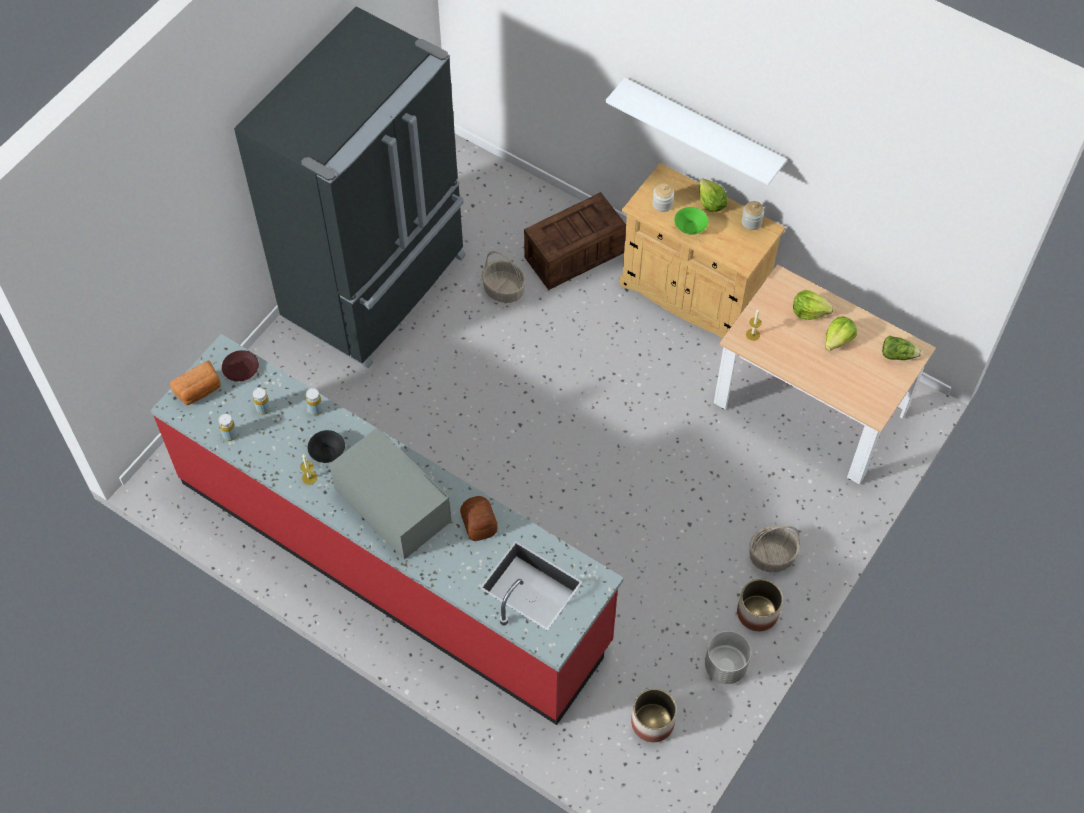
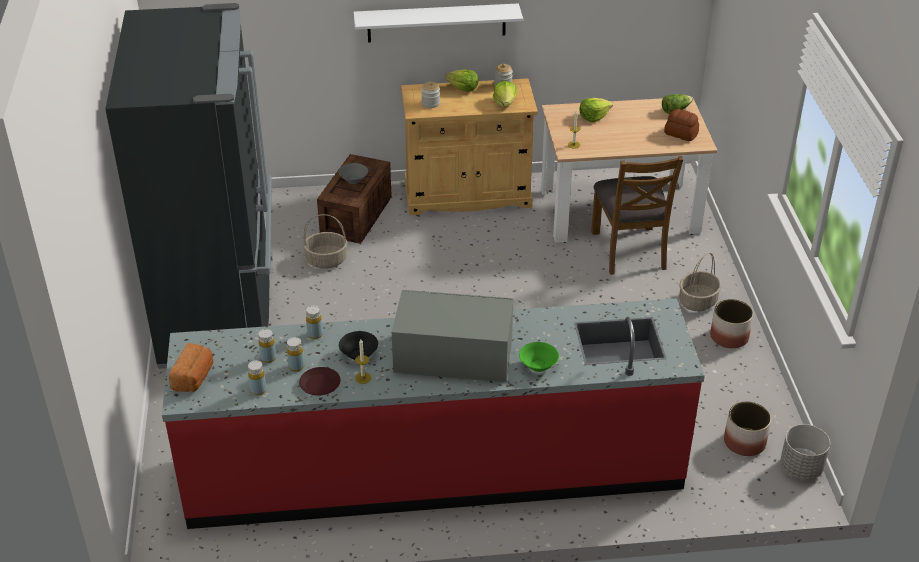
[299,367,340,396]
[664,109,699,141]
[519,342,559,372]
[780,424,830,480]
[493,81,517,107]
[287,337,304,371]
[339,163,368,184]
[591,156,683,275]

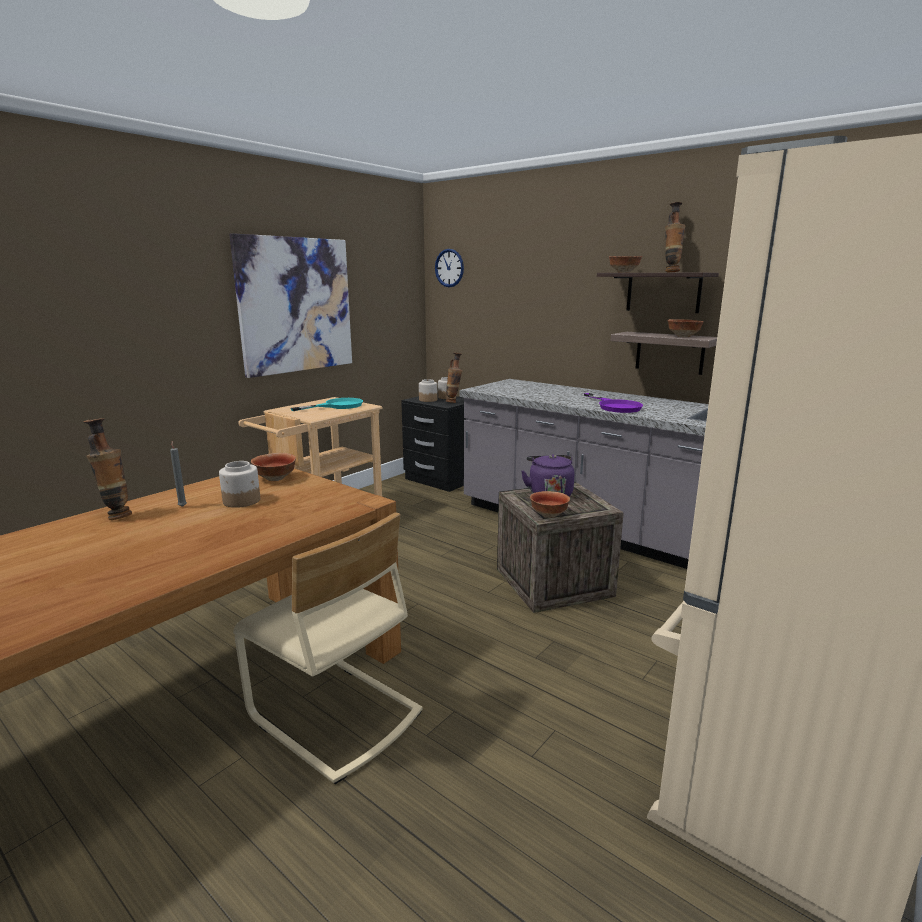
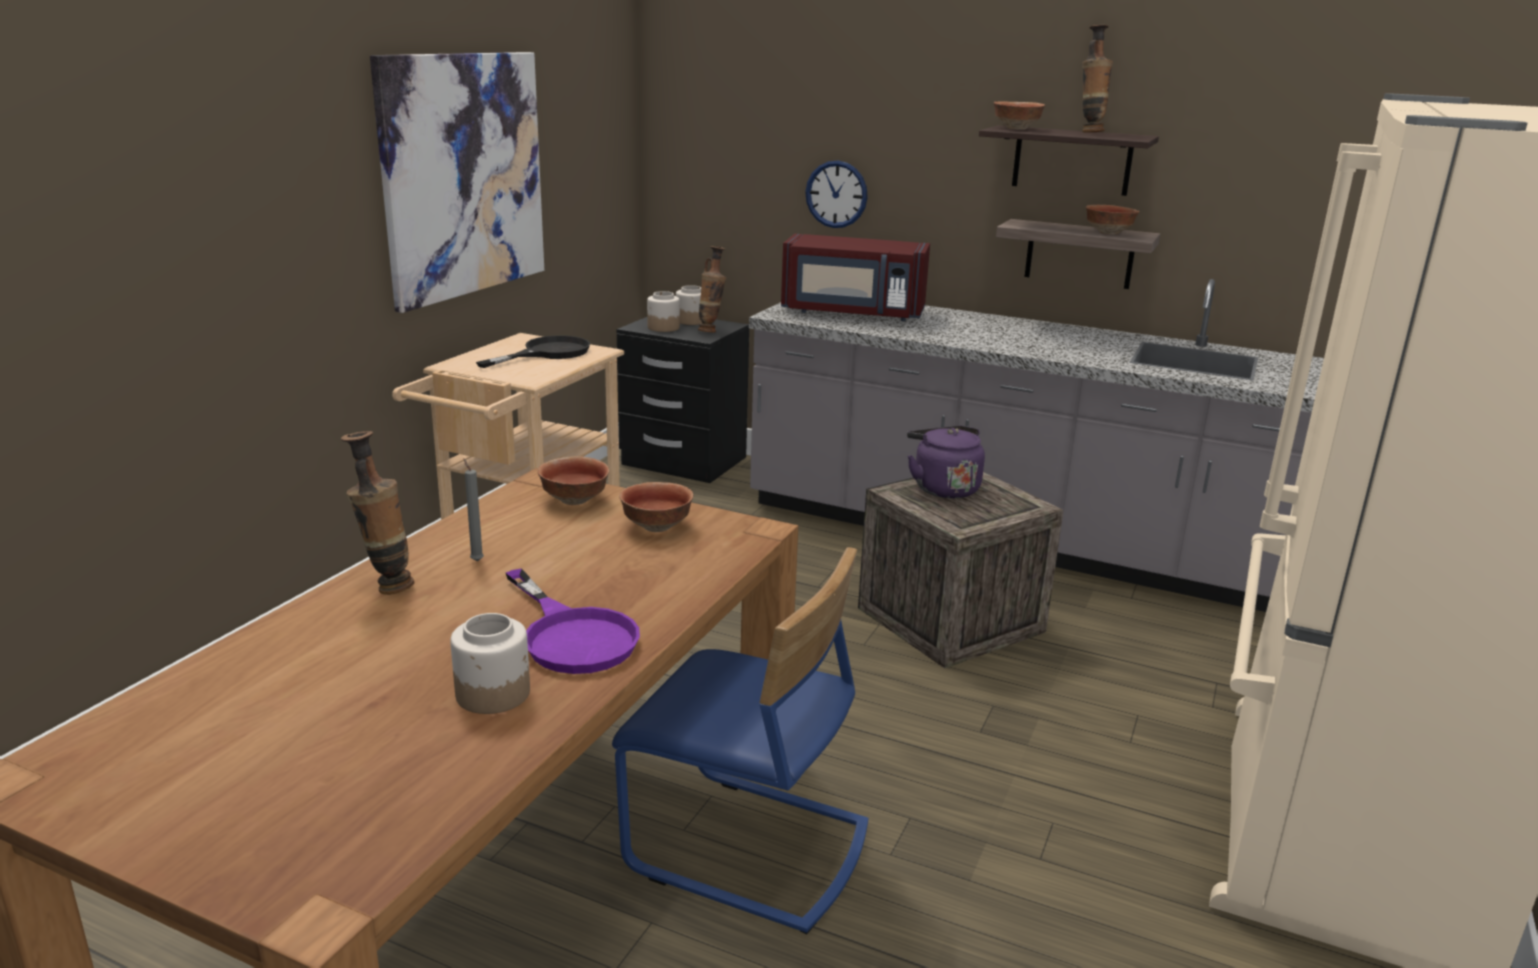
[450,613,530,714]
[612,547,869,934]
[476,335,590,368]
[805,160,868,228]
[619,482,693,532]
[506,568,640,674]
[781,234,930,321]

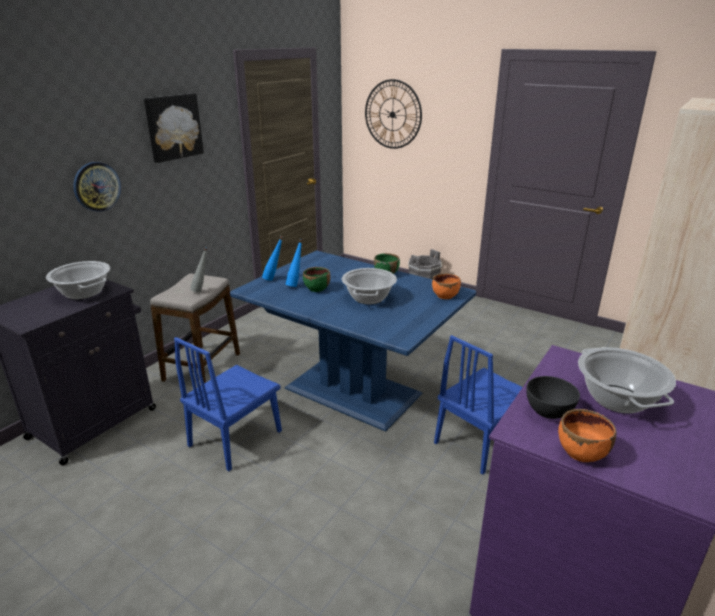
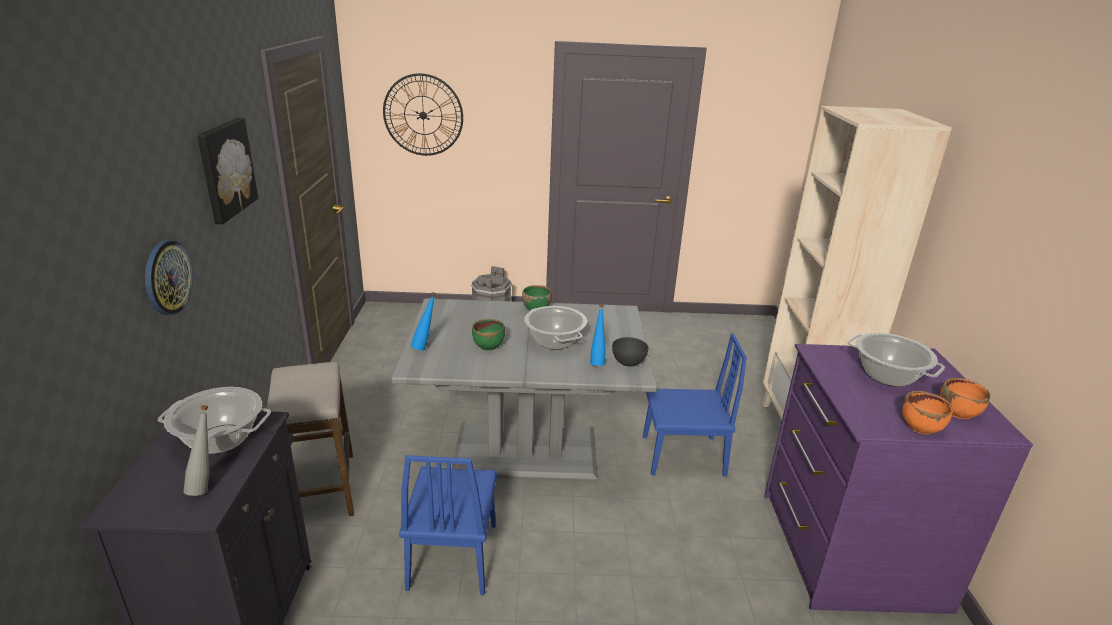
[183,405,210,496]
[391,298,657,481]
[590,305,606,366]
[940,378,990,419]
[643,333,747,477]
[612,337,648,366]

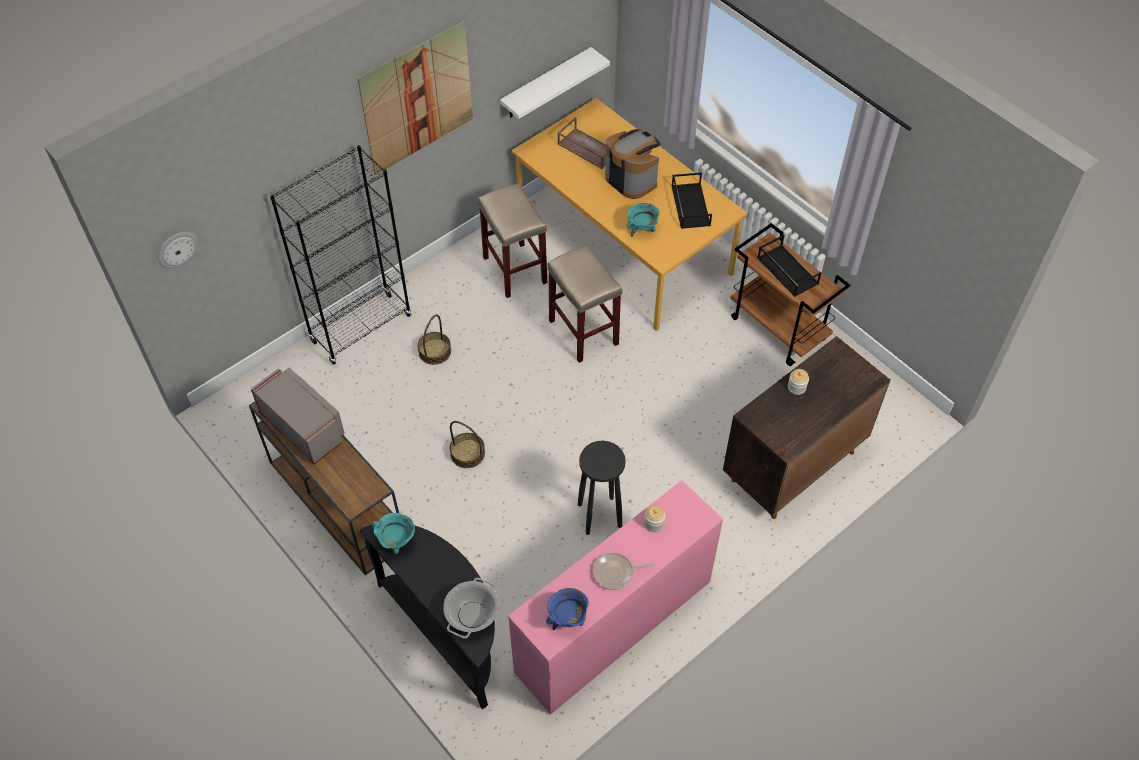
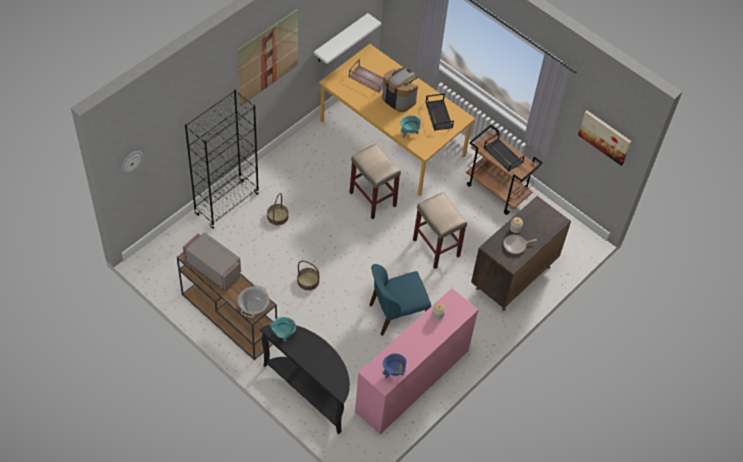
[238,285,270,318]
[413,192,467,269]
[369,264,431,336]
[503,235,537,254]
[578,111,631,166]

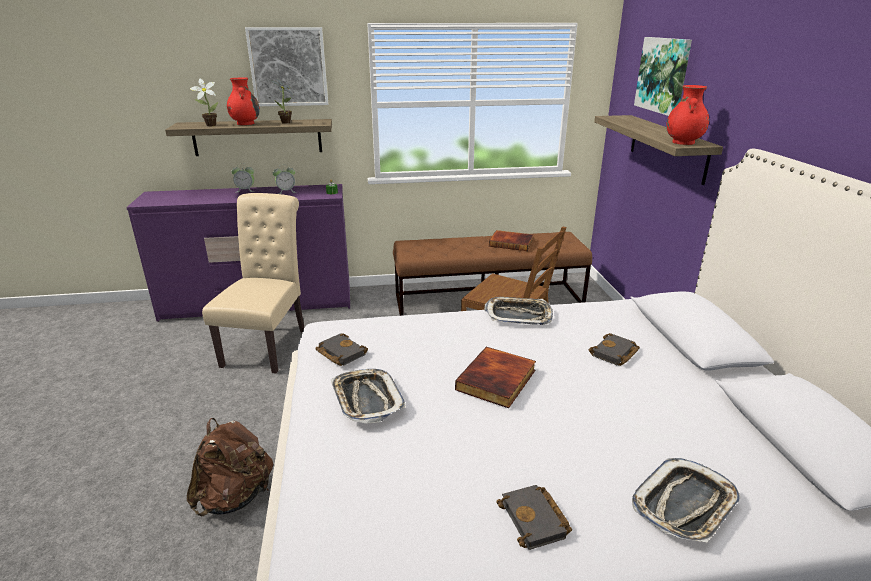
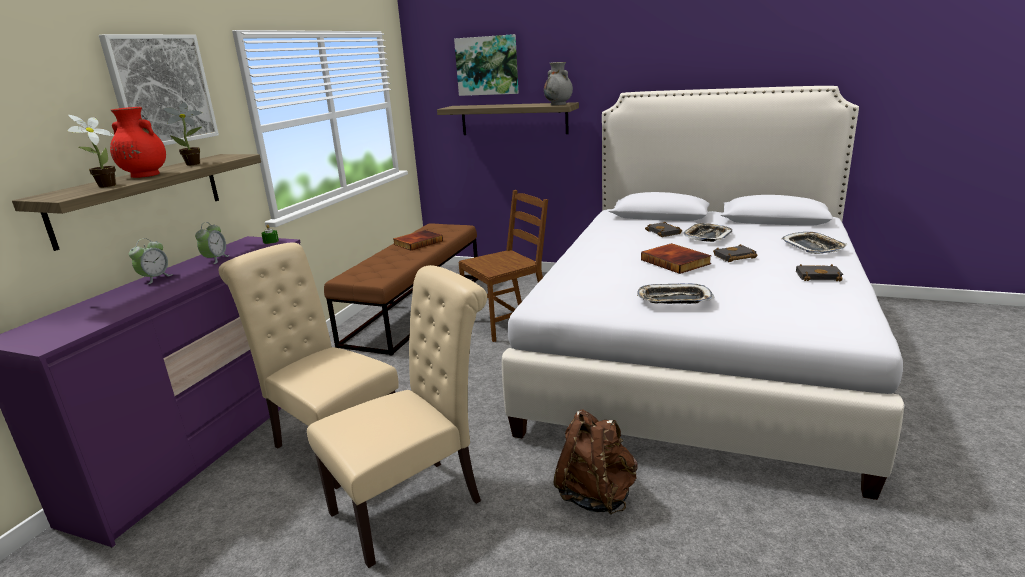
[713,244,758,262]
[683,223,732,242]
[544,62,573,105]
[307,265,487,568]

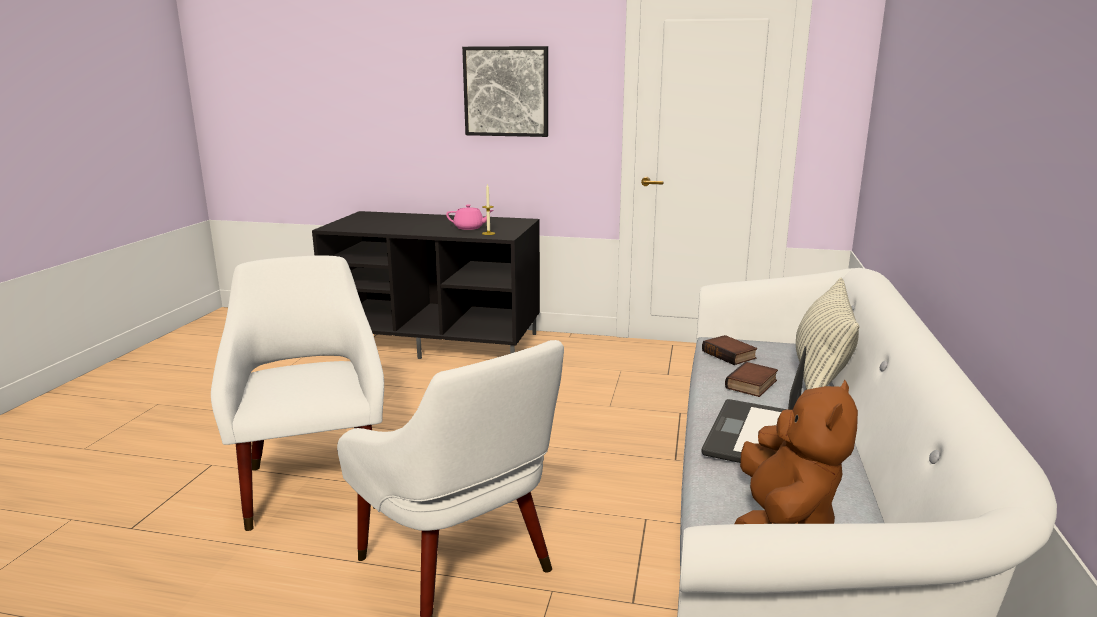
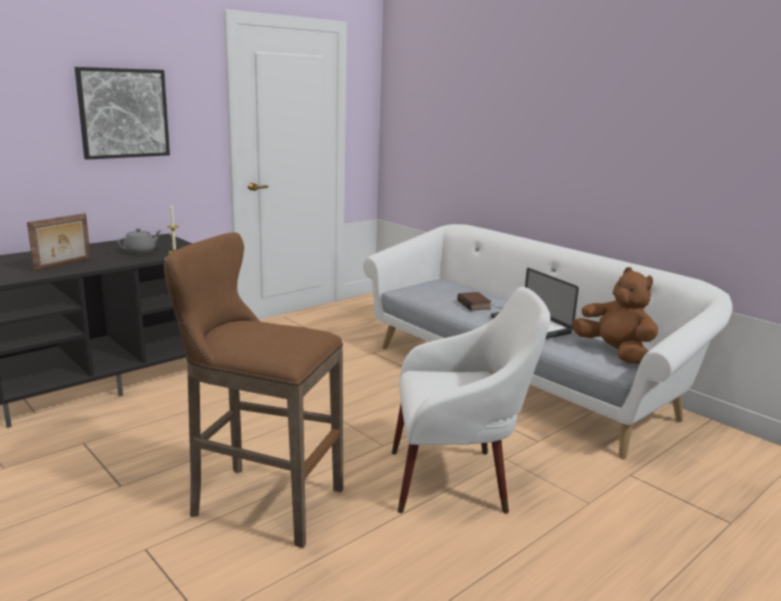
[164,232,343,548]
[117,228,162,254]
[702,335,757,365] (first image)
[796,278,860,390] (first image)
[27,213,91,272]

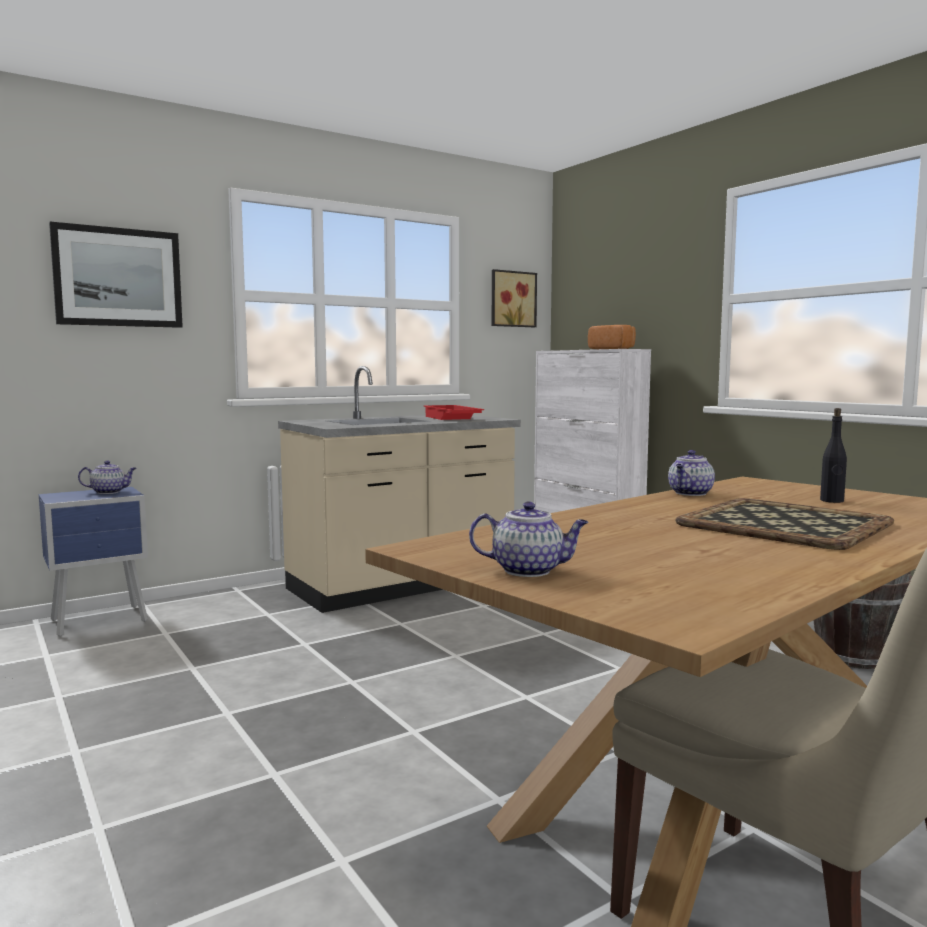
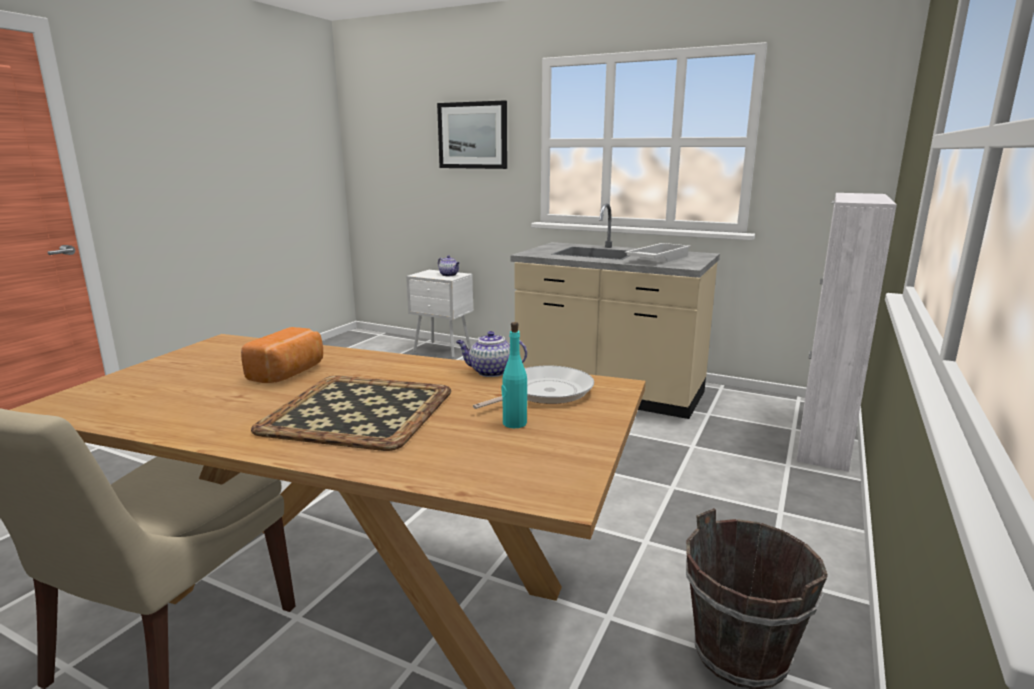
[406,270,473,358]
[625,243,691,262]
[469,501,589,577] (first image)
[492,269,537,327] (first image)
[241,327,323,383]
[502,322,527,428]
[473,366,594,409]

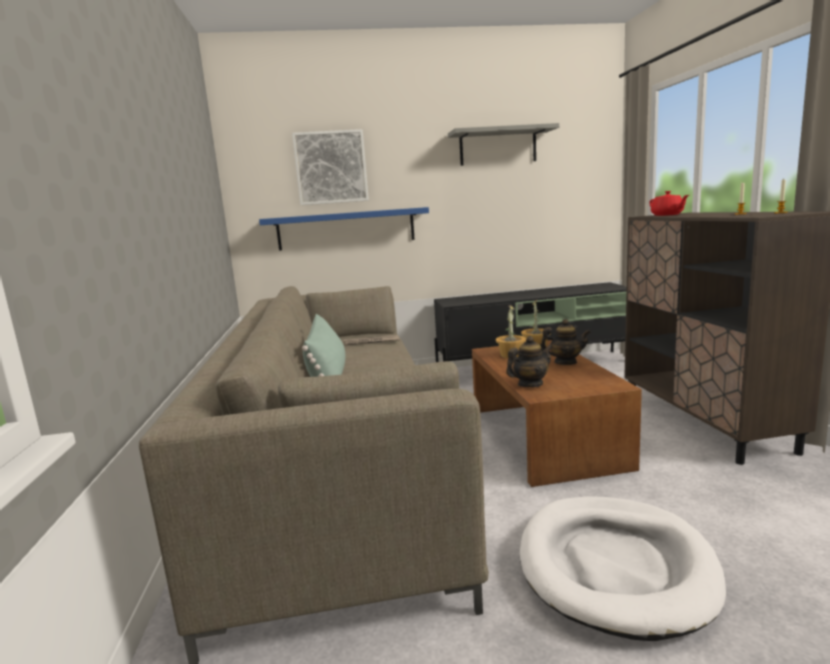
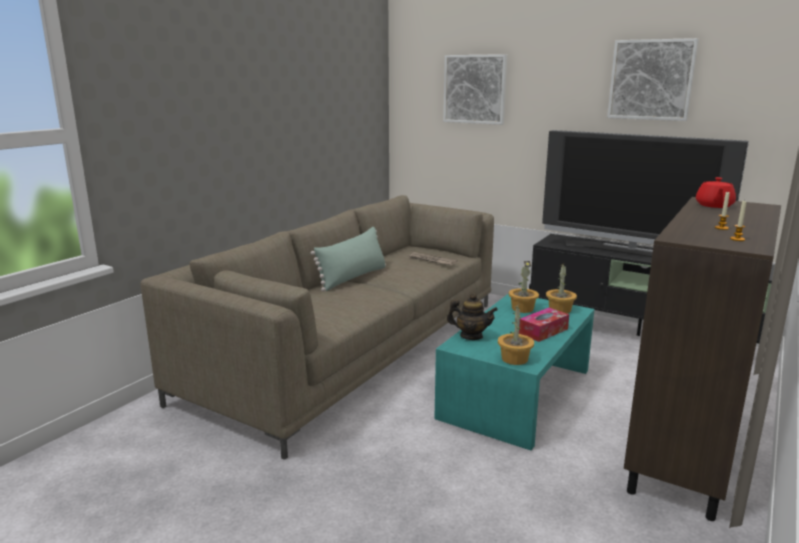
[259,207,429,251] (first image)
[607,38,699,121]
[434,293,594,450]
[520,496,726,641] (first image)
[519,308,569,342]
[498,304,534,365]
[542,130,749,257]

